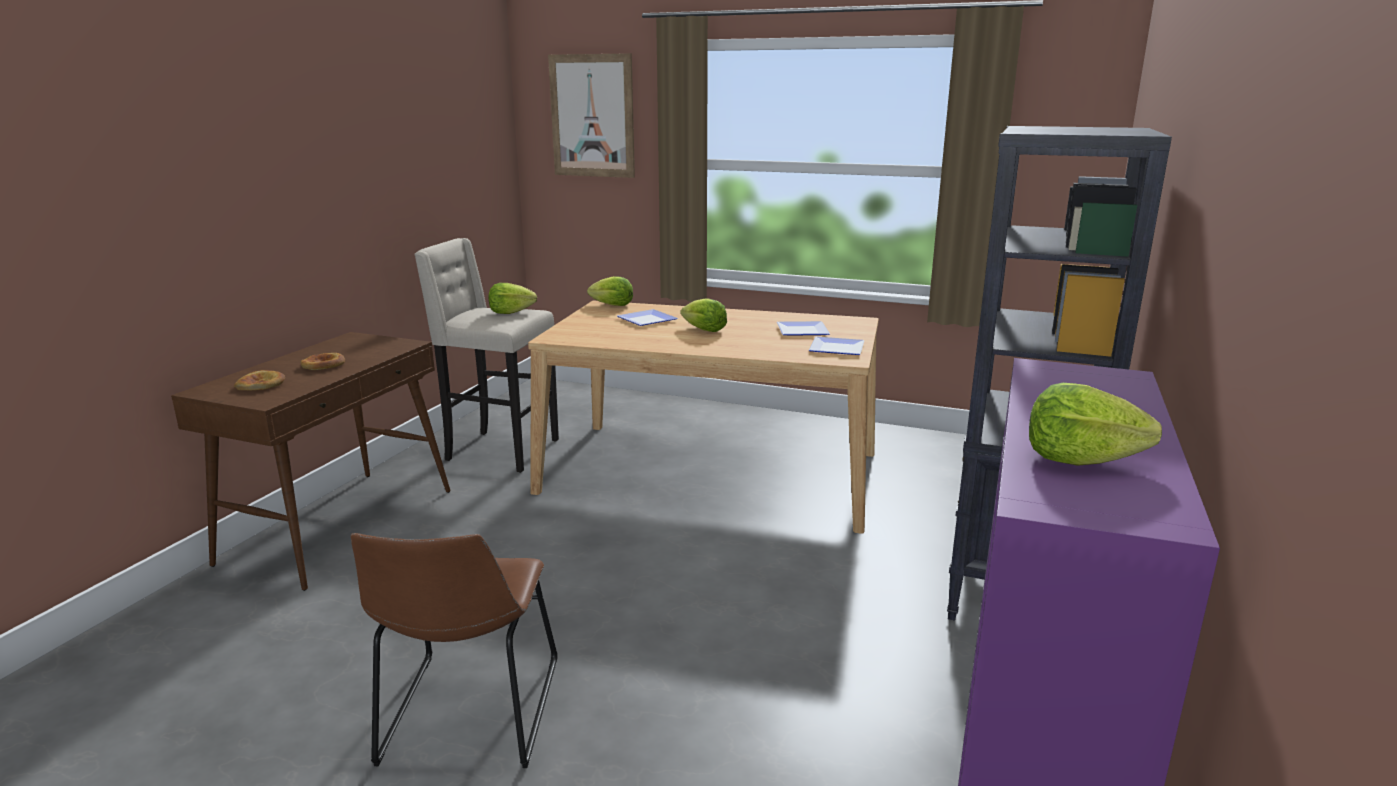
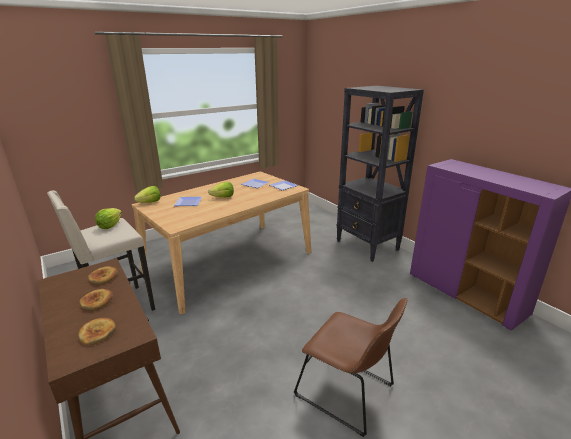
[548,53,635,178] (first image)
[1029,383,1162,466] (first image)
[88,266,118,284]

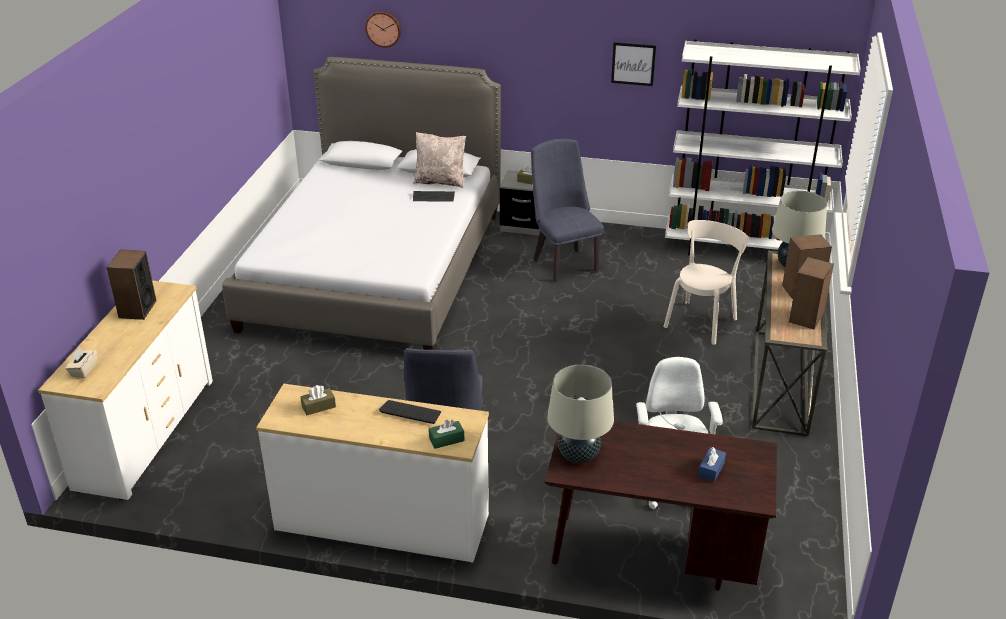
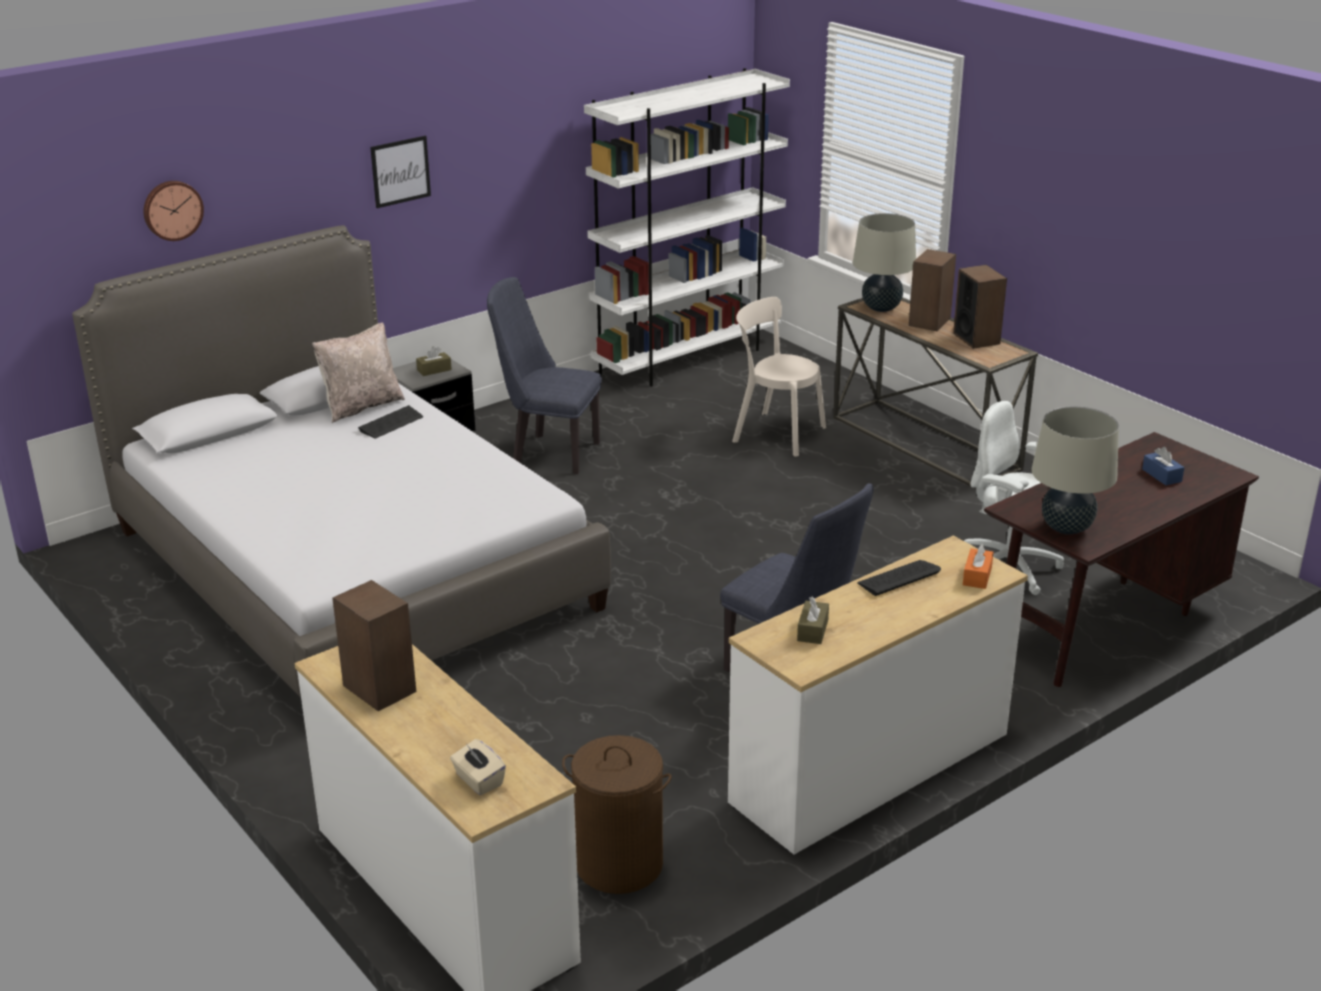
[963,543,994,589]
[370,136,431,208]
[732,297,826,457]
[562,735,672,894]

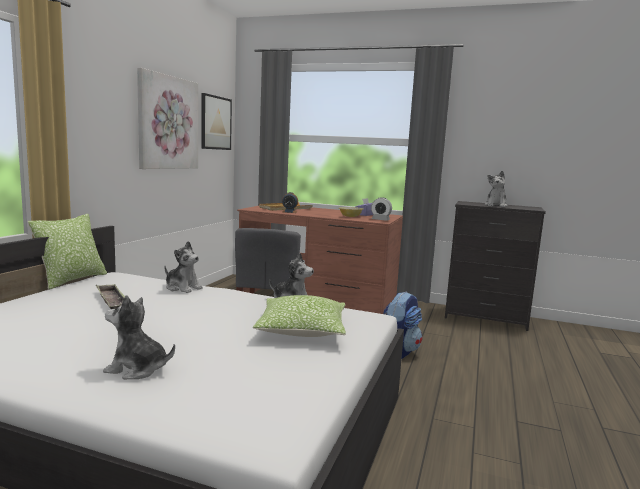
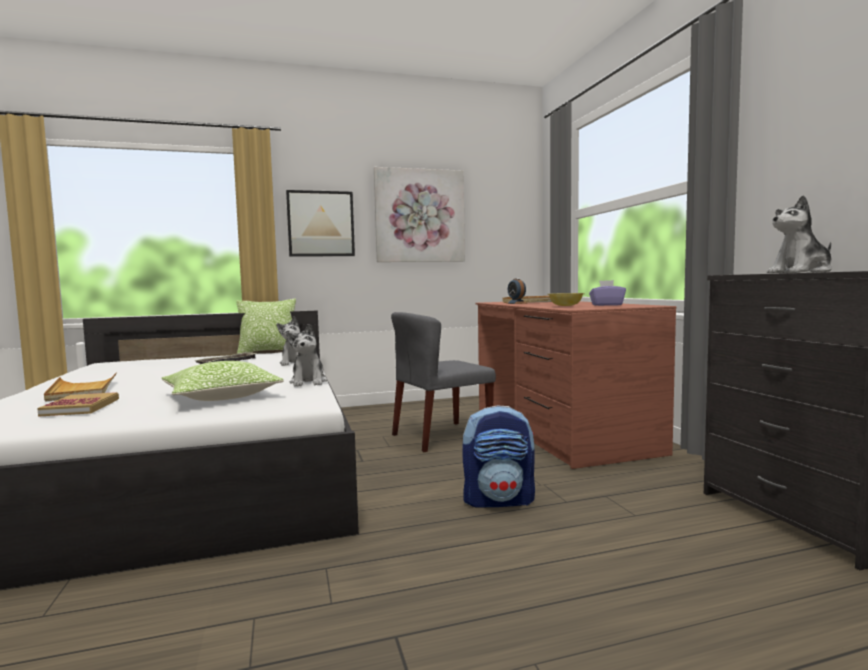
[44,372,117,402]
[286,190,355,257]
[371,197,392,221] (first image)
[37,392,119,417]

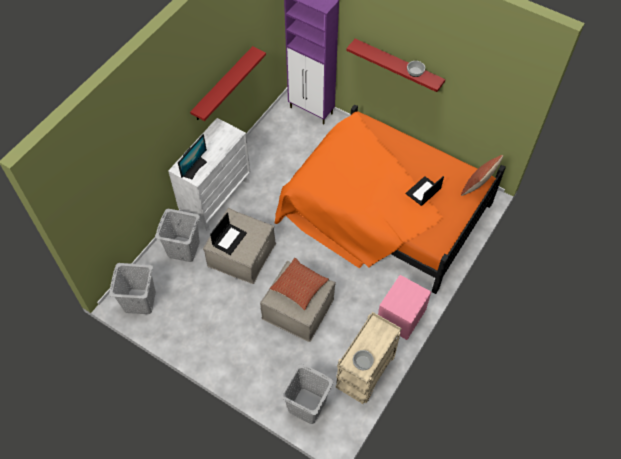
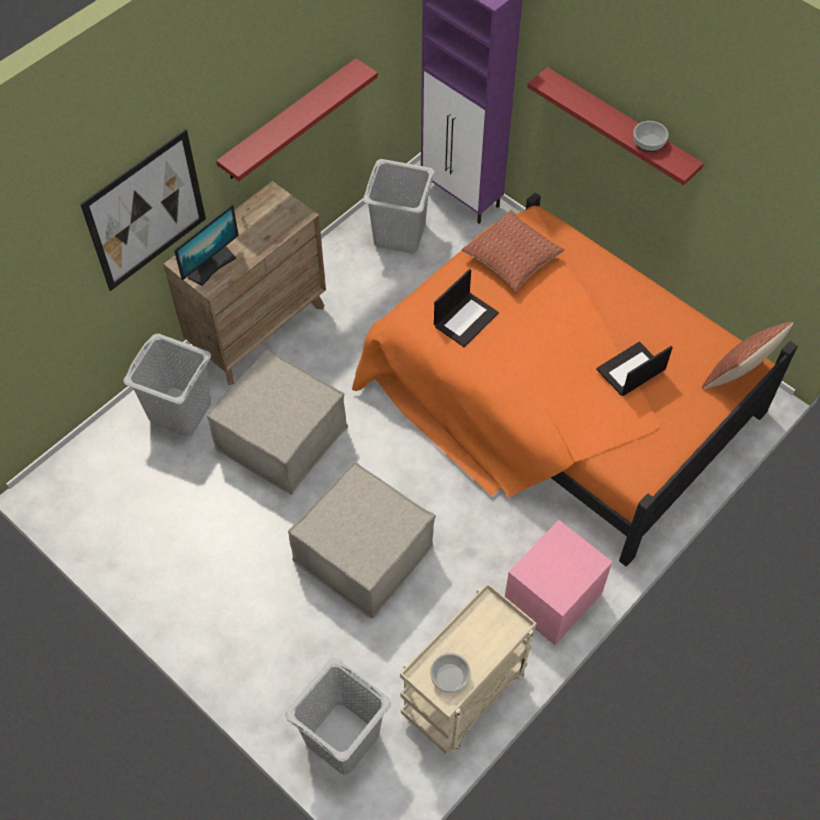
[363,159,435,253]
[164,181,326,385]
[434,269,499,347]
[462,210,564,291]
[80,129,206,291]

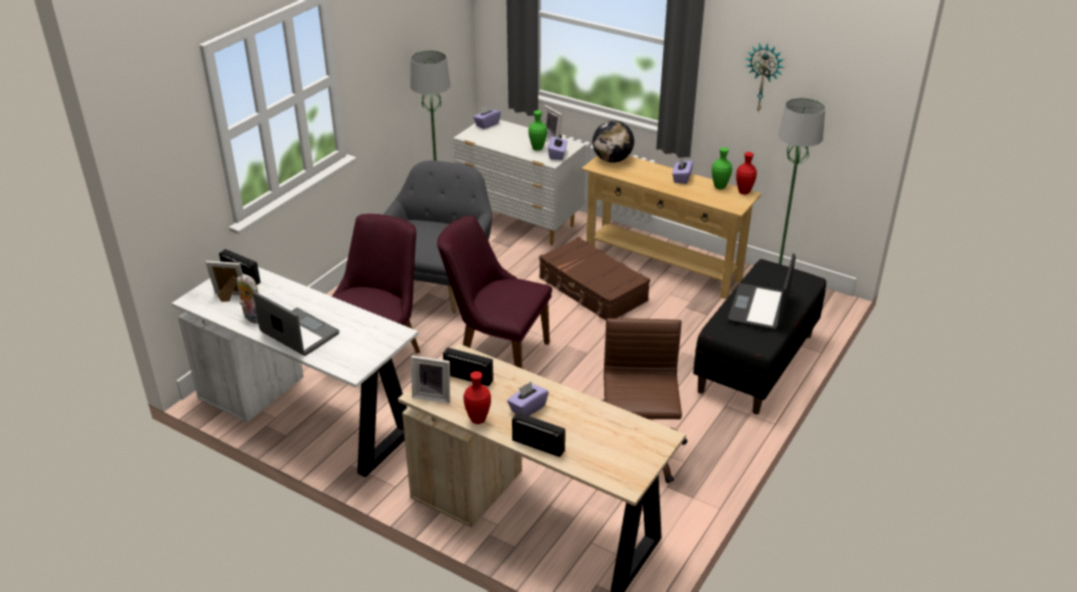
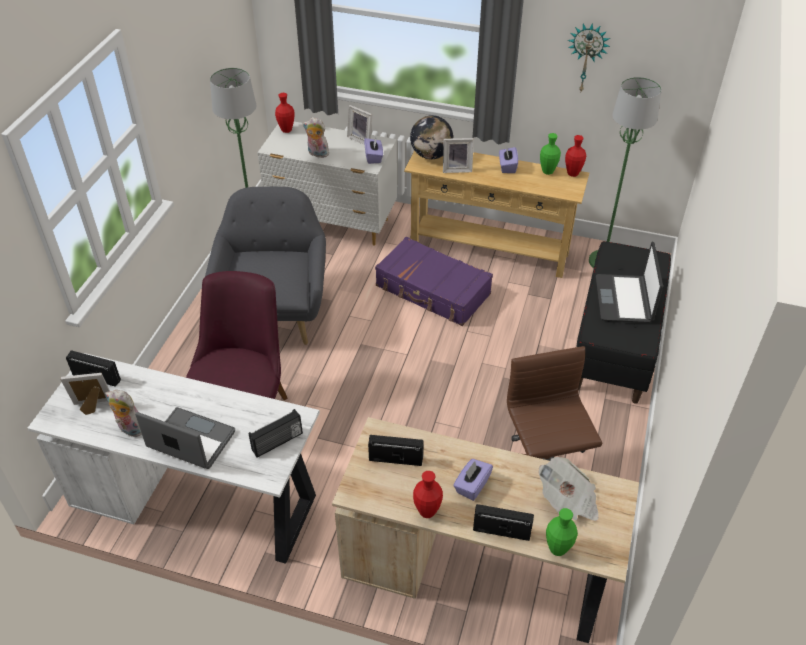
[443,138,474,173]
[437,216,552,369] (first image)
[275,93,295,133]
[546,508,578,556]
[375,237,493,326]
[249,409,303,458]
[303,117,329,158]
[539,457,599,521]

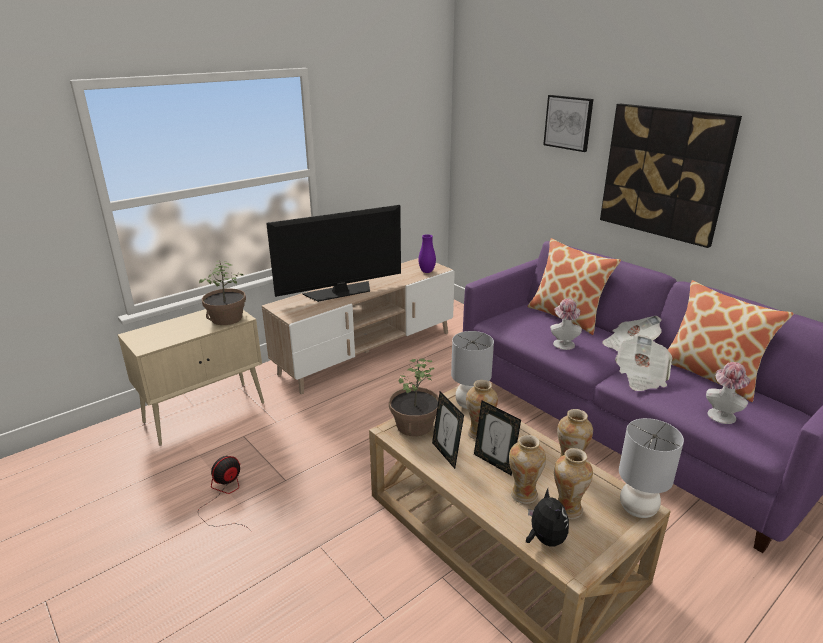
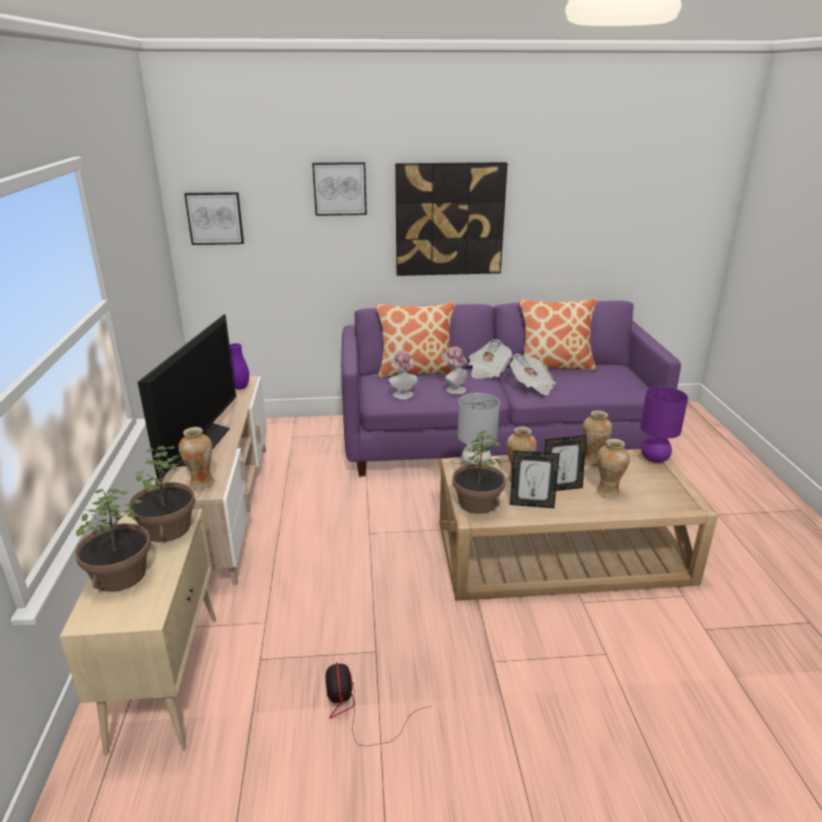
[526,489,569,547] (first image)
[178,427,214,489]
[640,386,688,463]
[389,350,418,400]
[75,489,151,592]
[184,192,244,245]

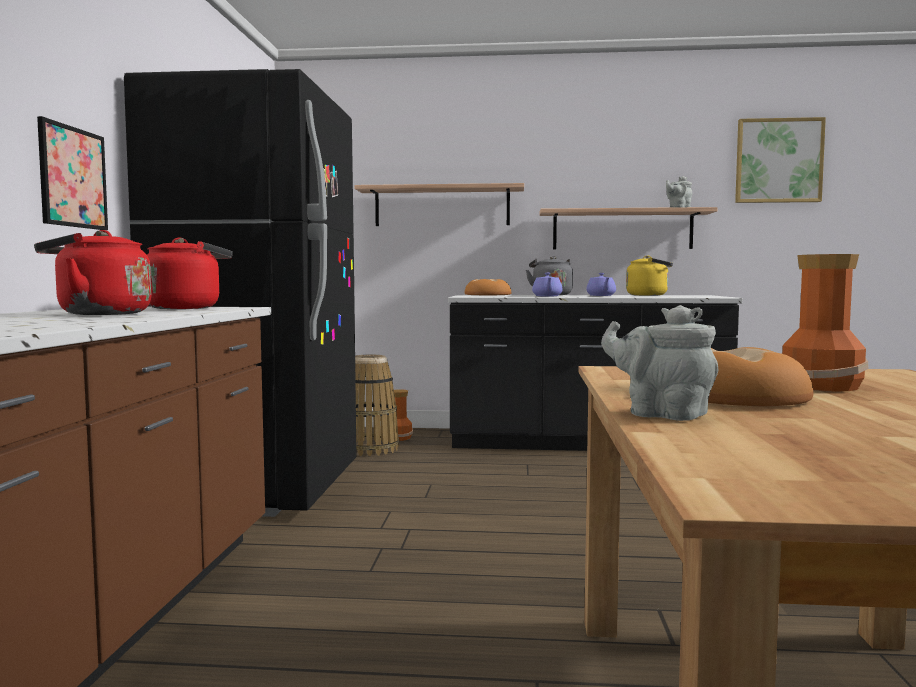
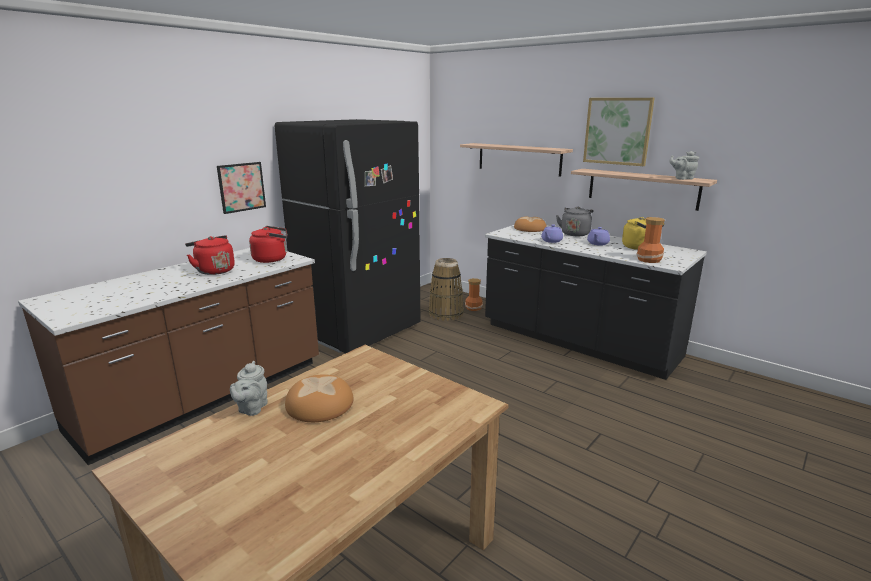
[230,361,268,416]
[583,98,655,166]
[636,217,665,263]

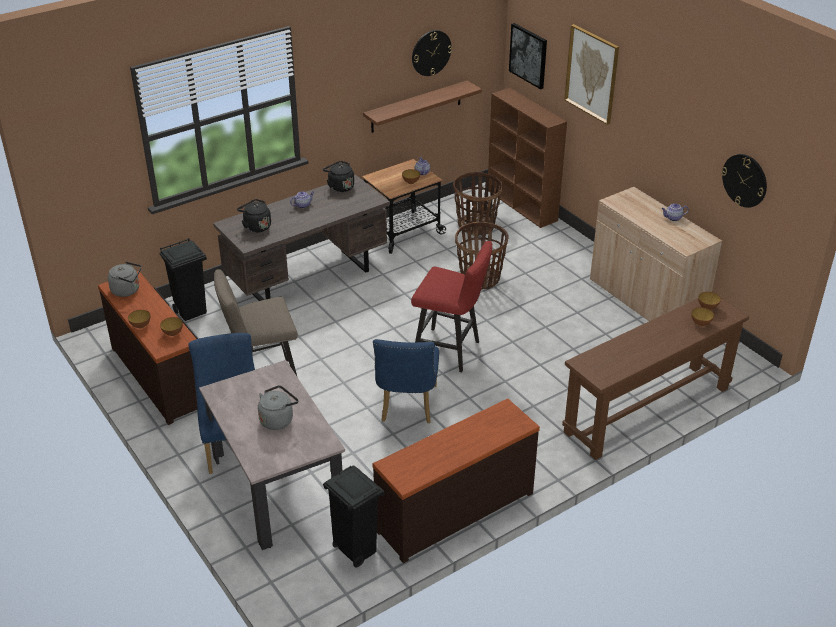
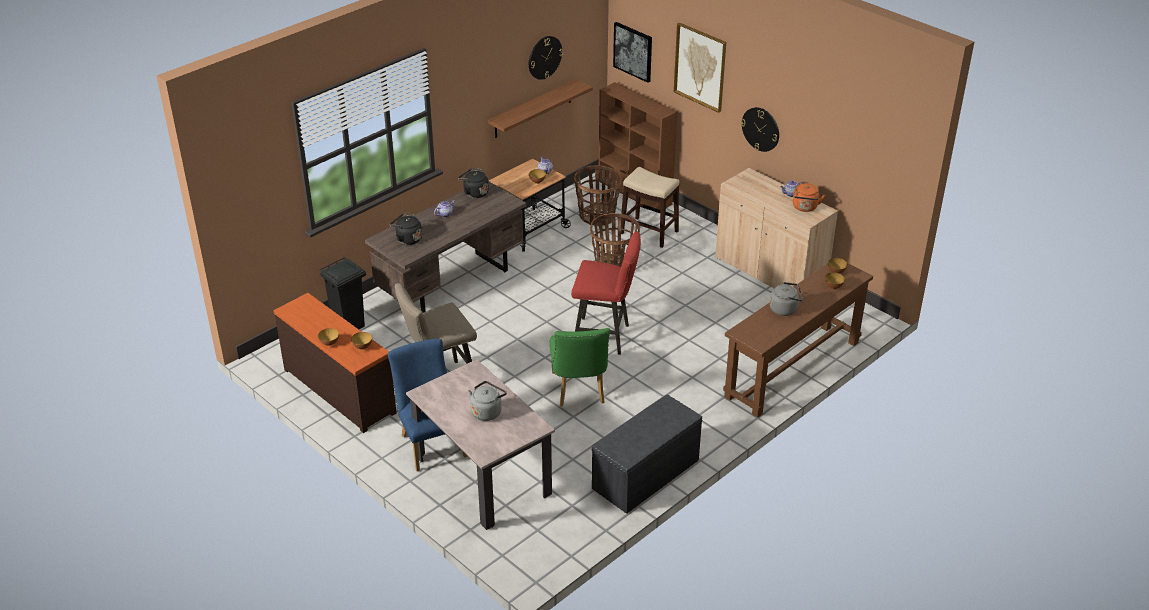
[770,282,803,316]
[323,465,385,568] (first image)
[592,395,702,514]
[550,328,610,407]
[741,107,779,152]
[621,167,680,248]
[793,183,825,212]

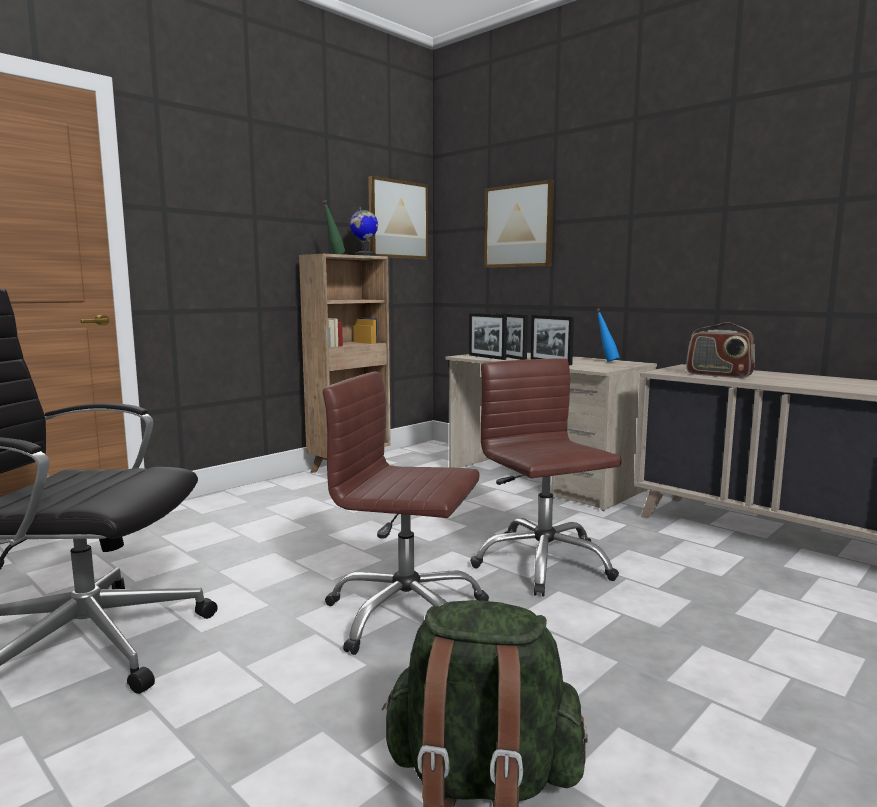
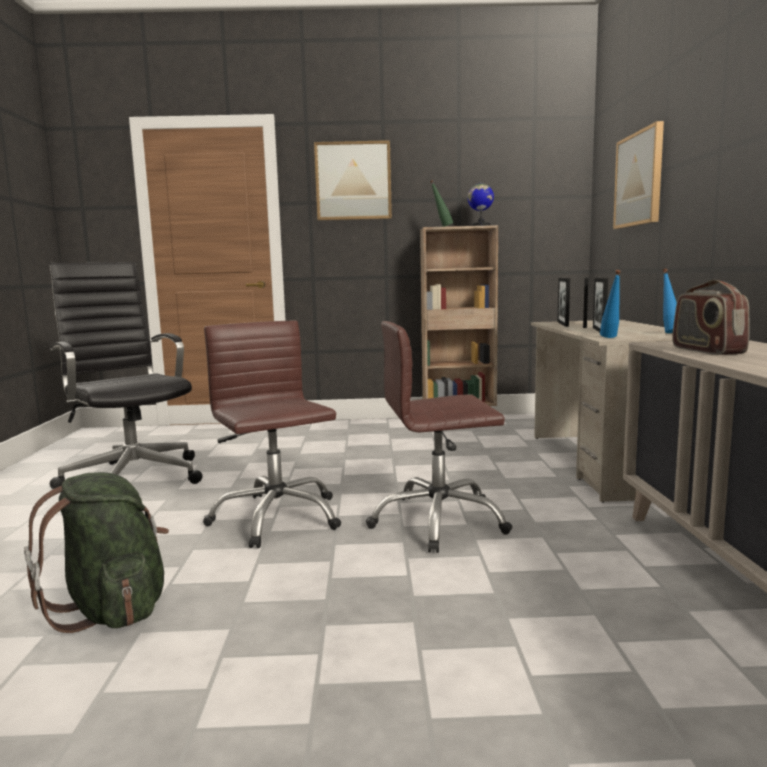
[314,140,392,221]
[366,321,512,553]
[600,270,621,338]

